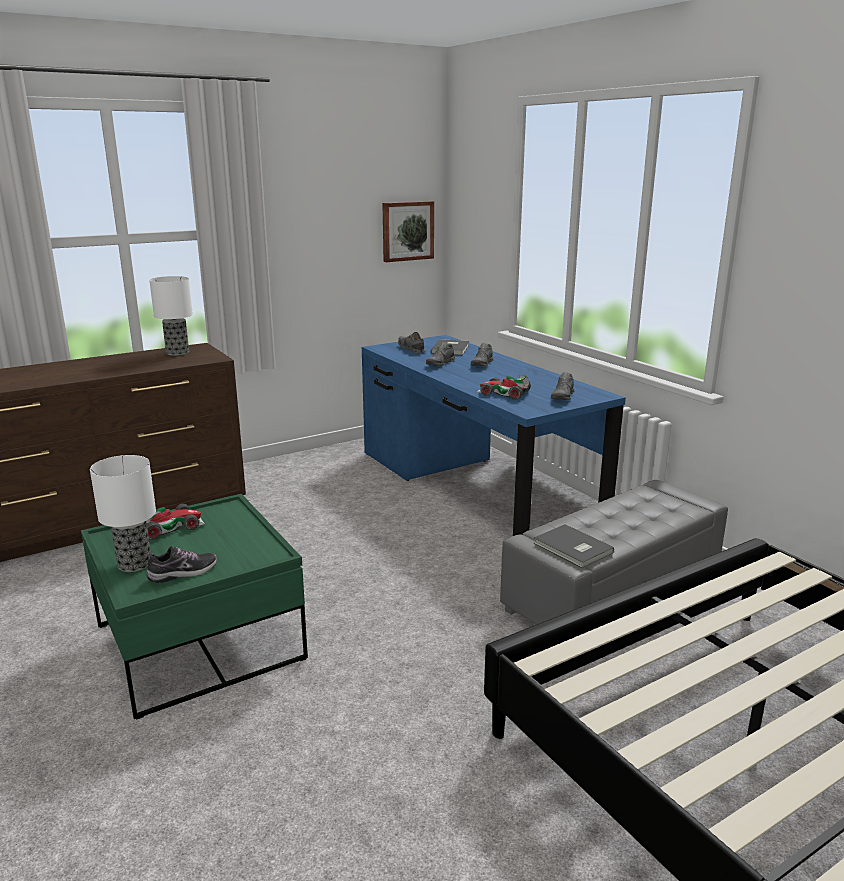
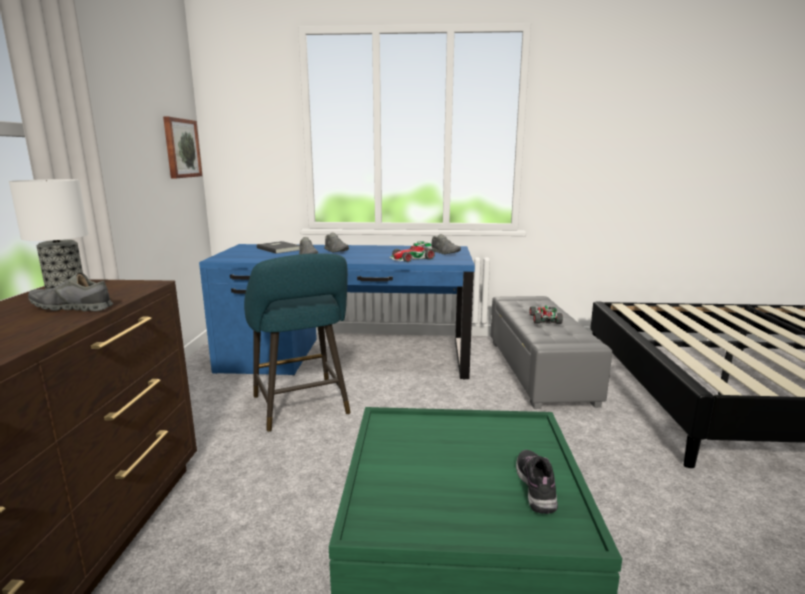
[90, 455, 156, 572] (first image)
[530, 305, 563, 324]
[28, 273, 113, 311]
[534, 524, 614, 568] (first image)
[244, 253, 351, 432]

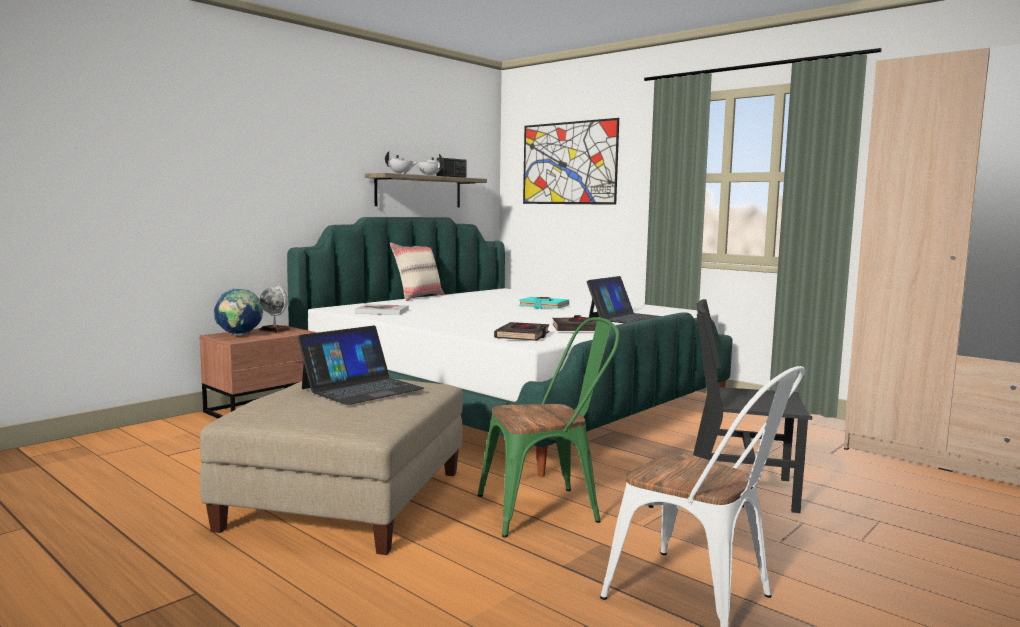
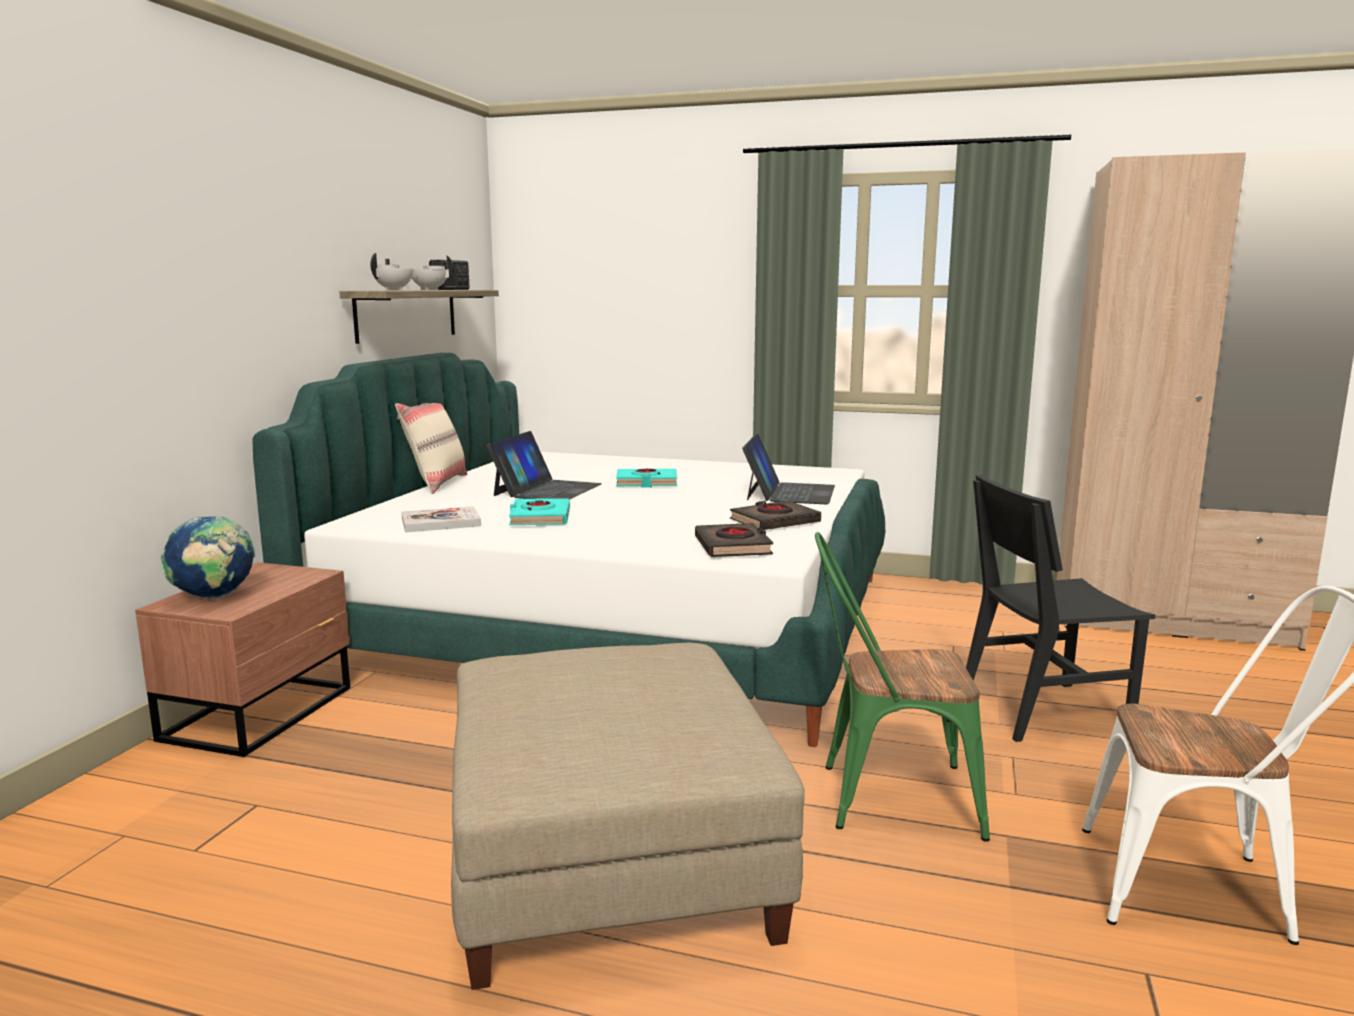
[260, 285, 290, 333] (first image)
[487, 431, 602, 500]
[815, 532, 990, 842]
[523, 118, 619, 205] (first image)
[509, 498, 570, 525]

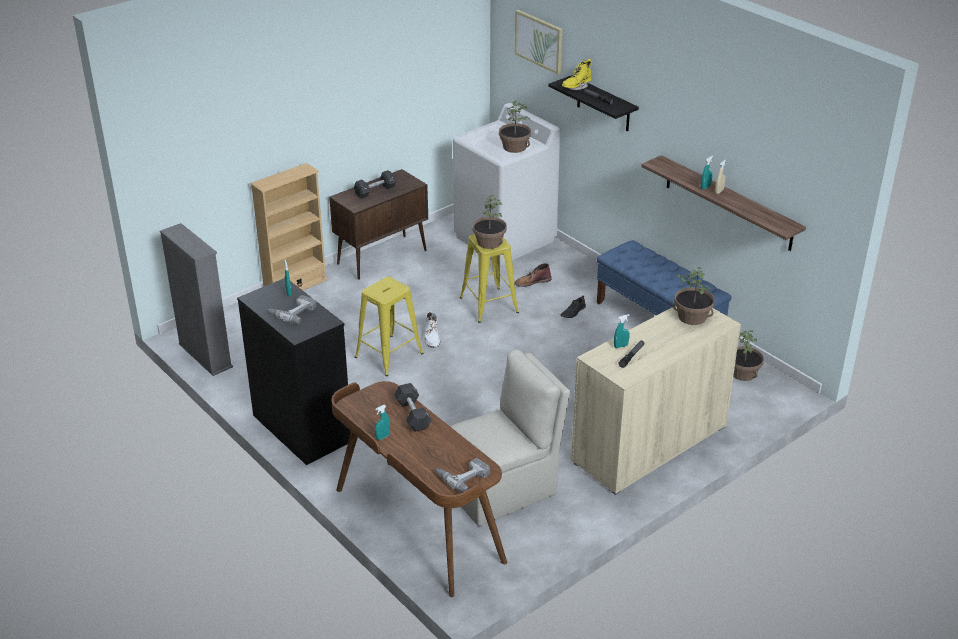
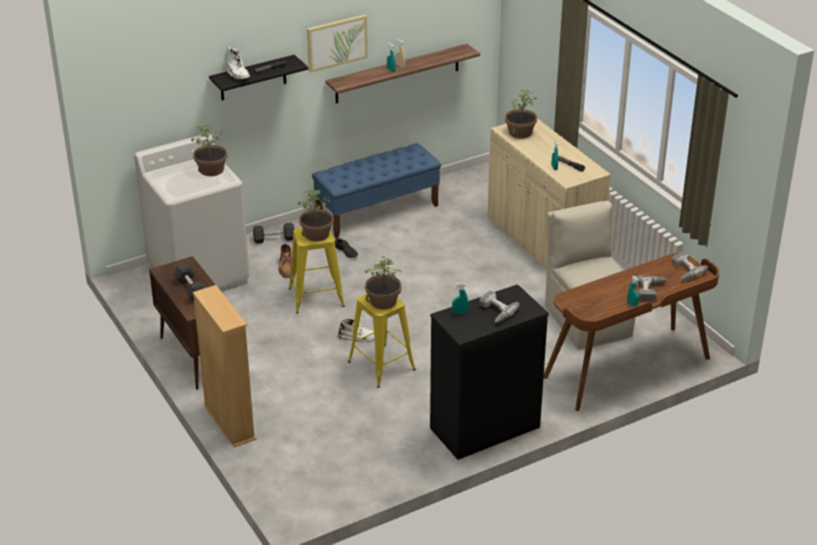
[160, 223, 233, 376] (first image)
[253, 223, 294, 244]
[307, 15, 368, 72]
[226, 47, 250, 80]
[364, 256, 402, 309]
[632, 276, 667, 301]

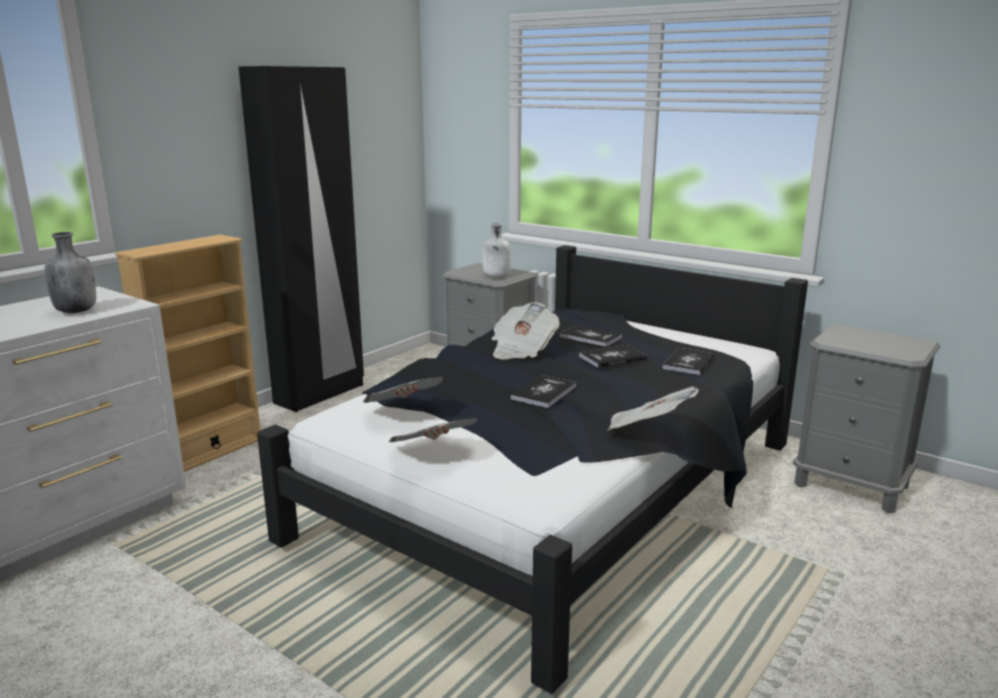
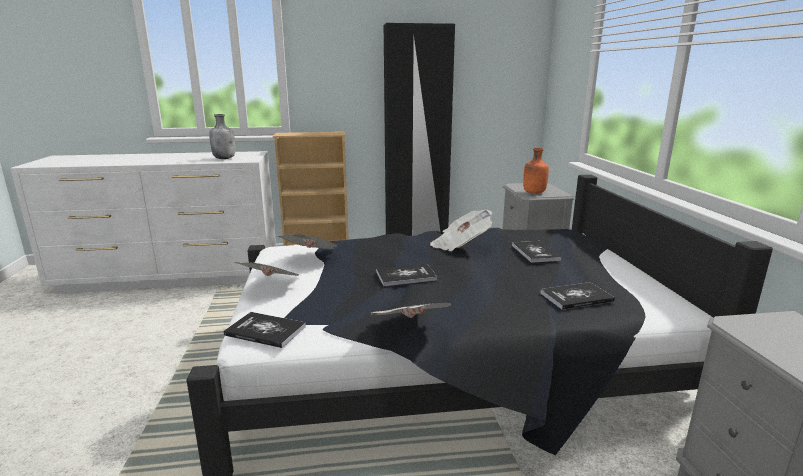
[523, 148, 549, 194]
[224, 312, 306, 348]

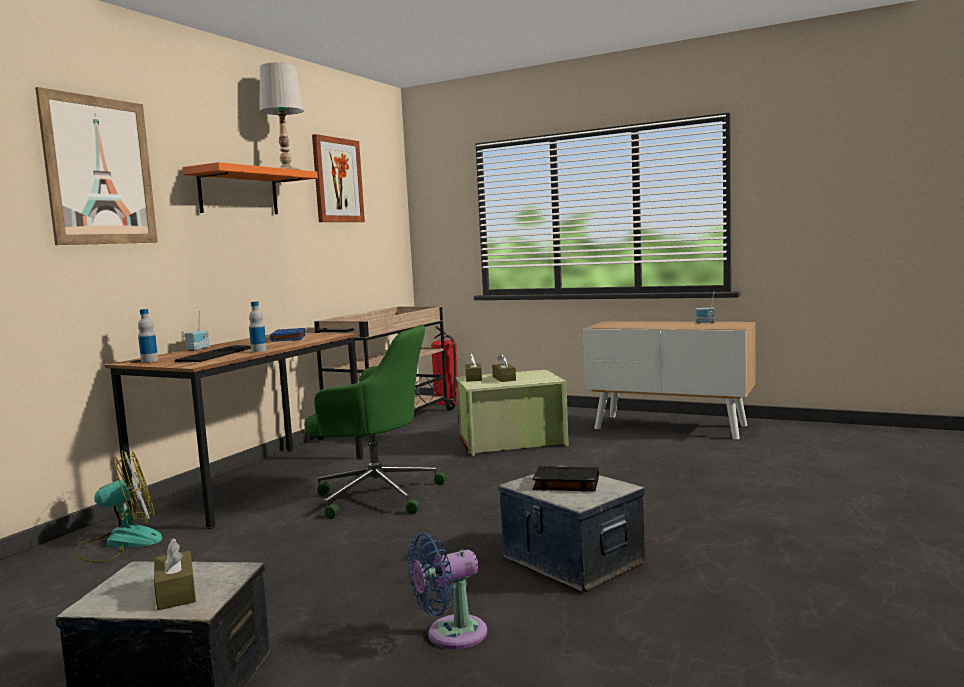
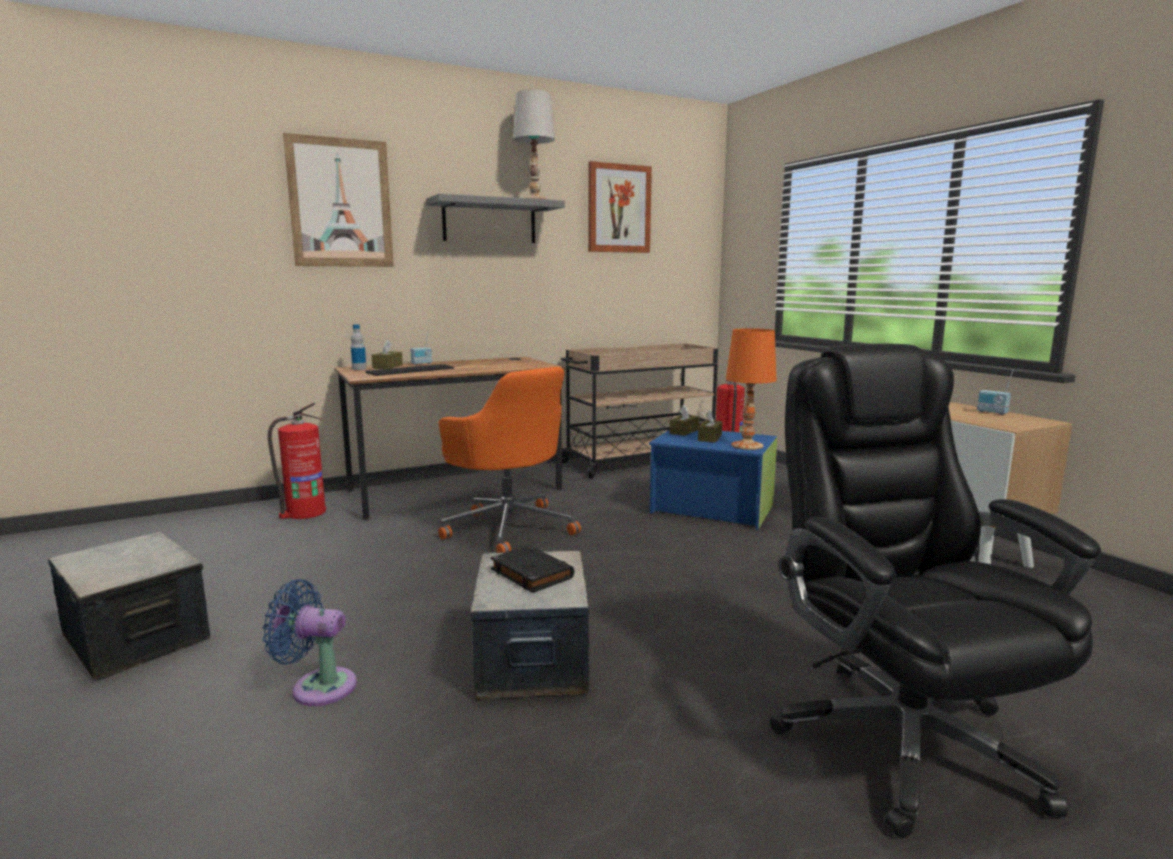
[268, 403, 326, 519]
[372, 340, 403, 369]
[426, 193, 565, 243]
[249, 301, 267, 352] (first image)
[270, 328, 305, 342] (first image)
[438, 367, 581, 553]
[649, 430, 777, 530]
[726, 328, 777, 450]
[770, 343, 1101, 838]

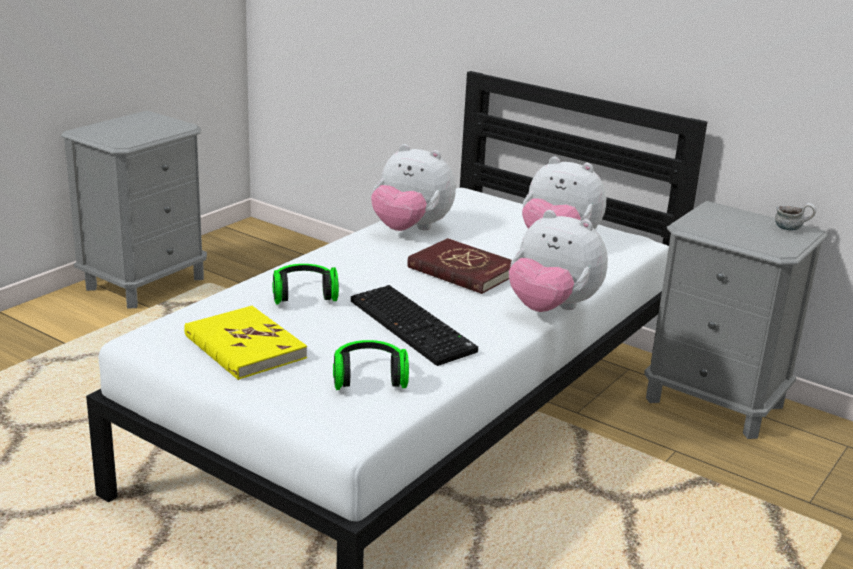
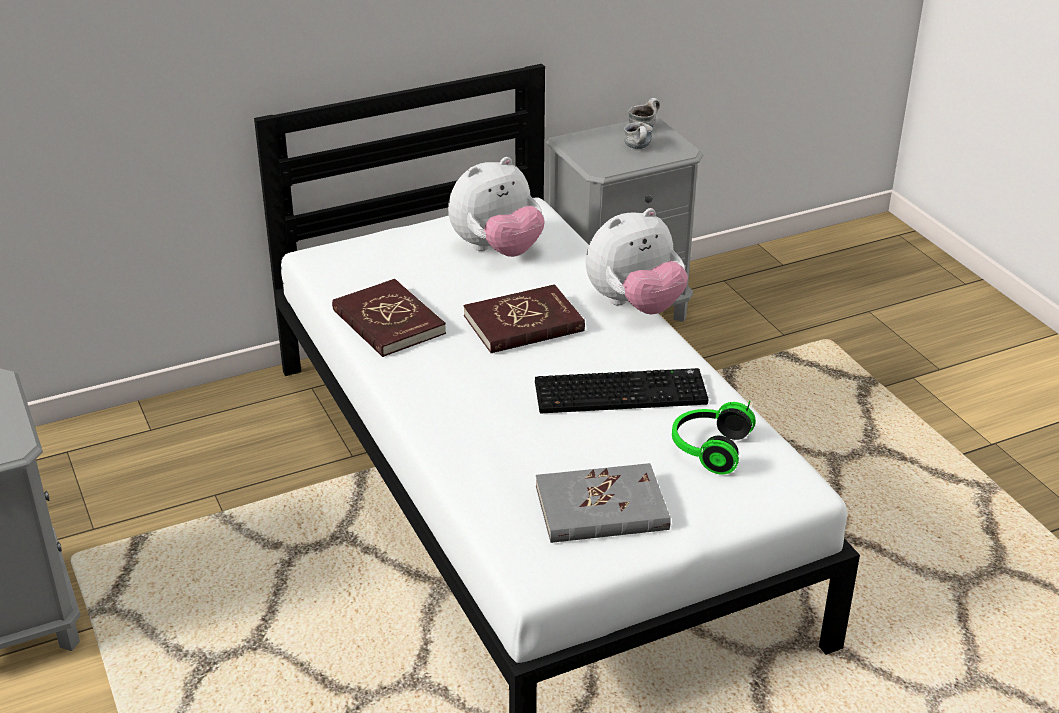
[536, 463, 671, 543]
[272, 264, 339, 304] (first image)
[332, 279, 446, 357]
[624, 122, 653, 149]

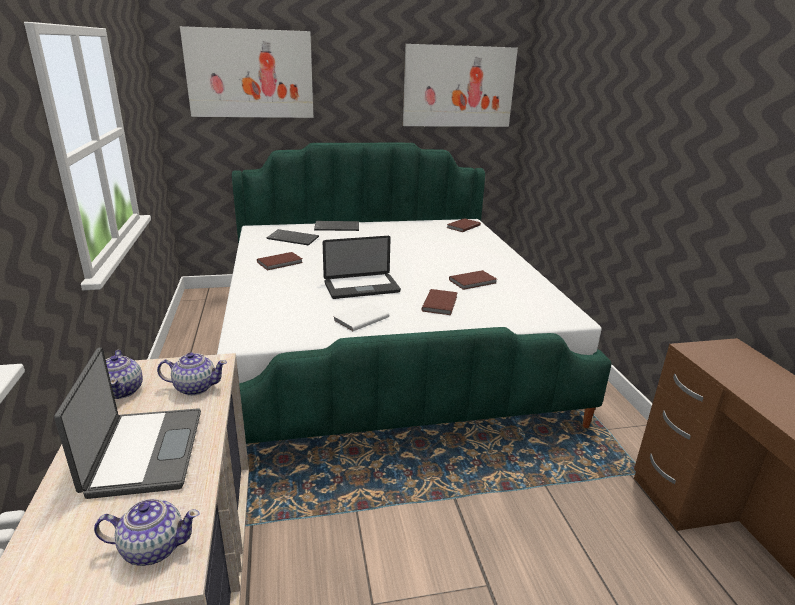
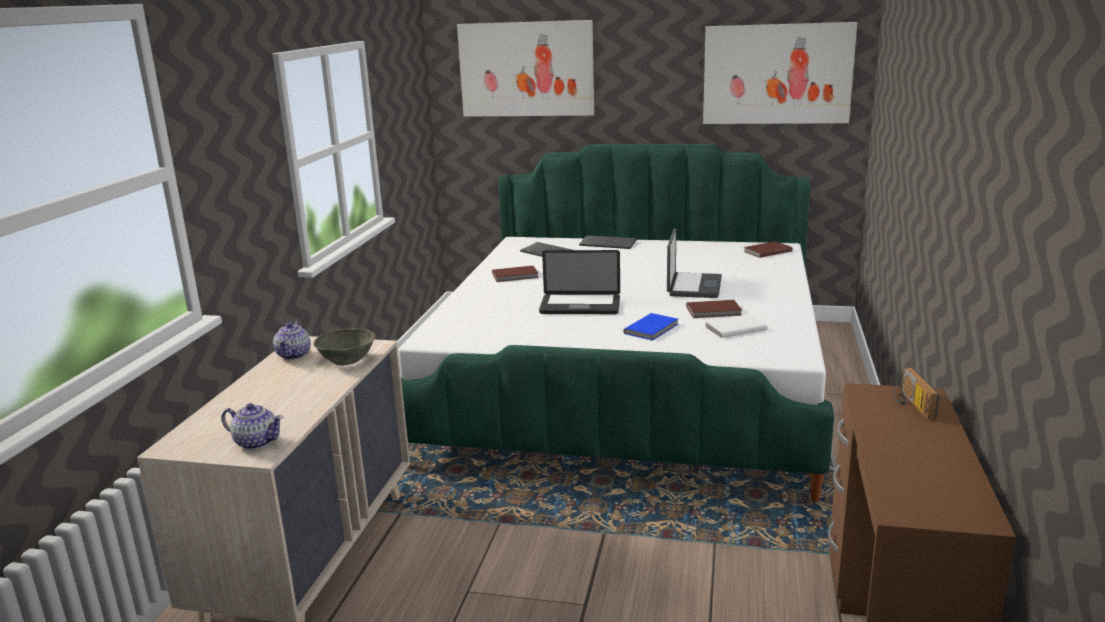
[667, 229, 722, 298]
[313, 328, 376, 365]
[705, 314, 767, 338]
[623, 313, 678, 341]
[894, 368, 940, 420]

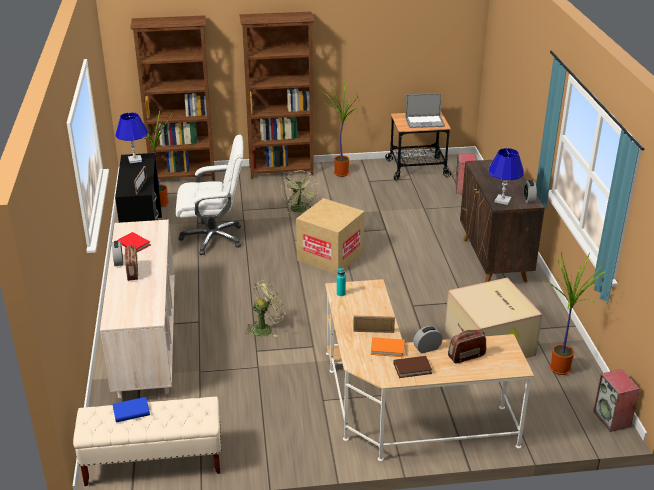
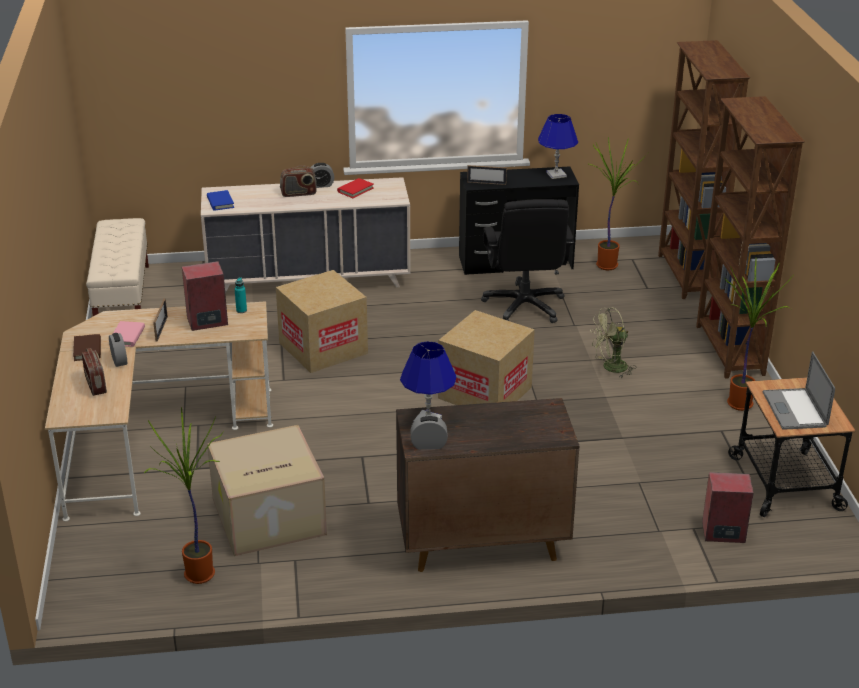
[207, 190, 234, 211]
[481, 199, 574, 323]
[276, 270, 368, 373]
[113, 321, 145, 347]
[182, 261, 228, 331]

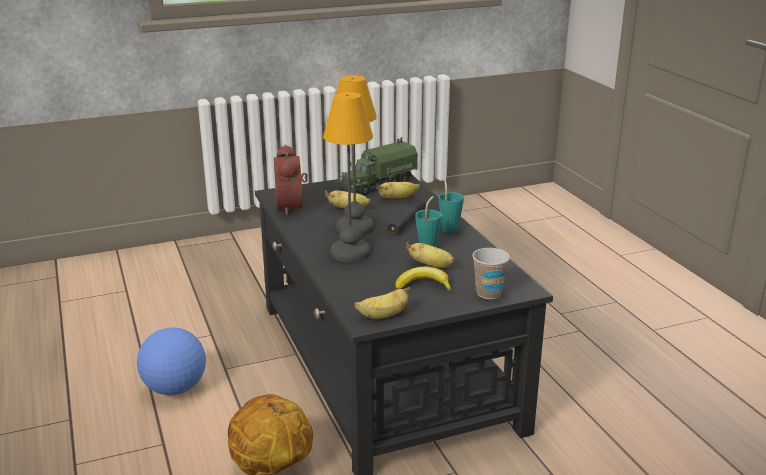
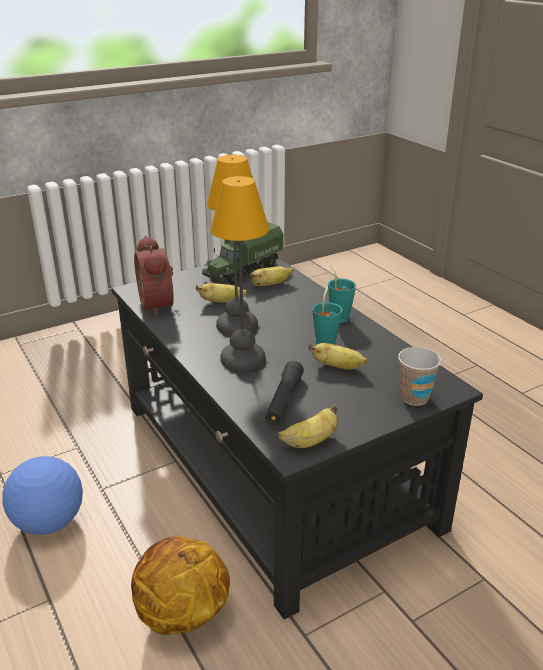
[265, 361, 304, 425]
[395, 267, 452, 291] (first image)

